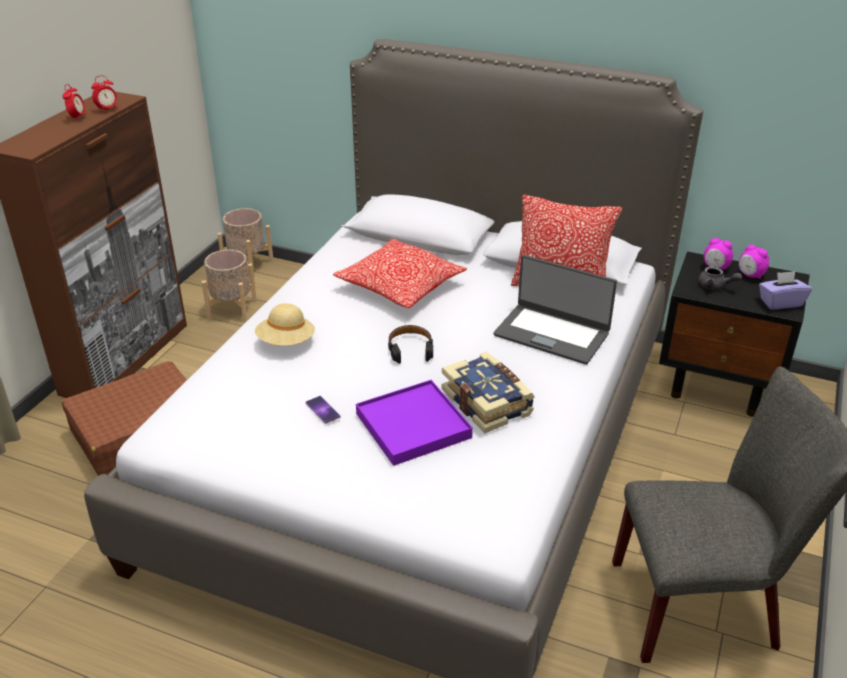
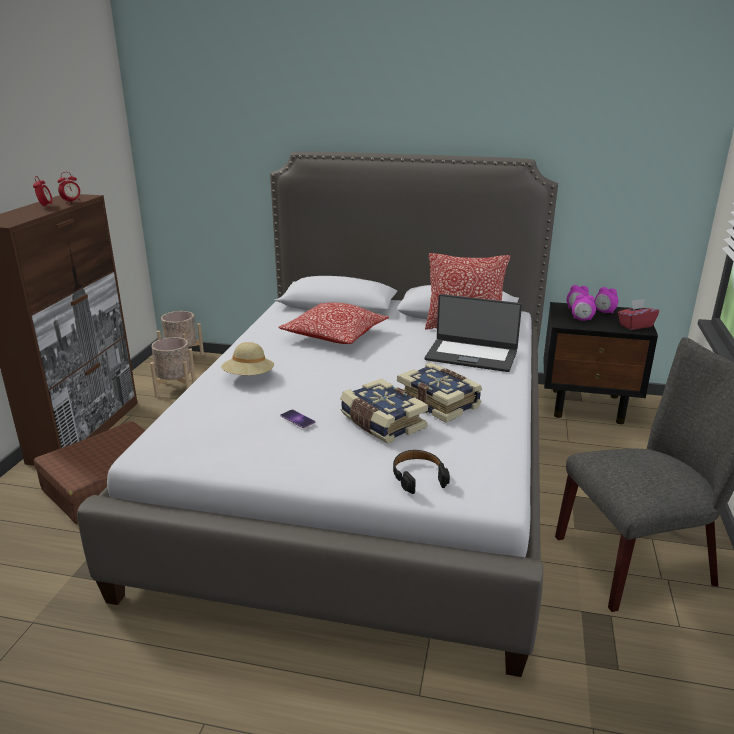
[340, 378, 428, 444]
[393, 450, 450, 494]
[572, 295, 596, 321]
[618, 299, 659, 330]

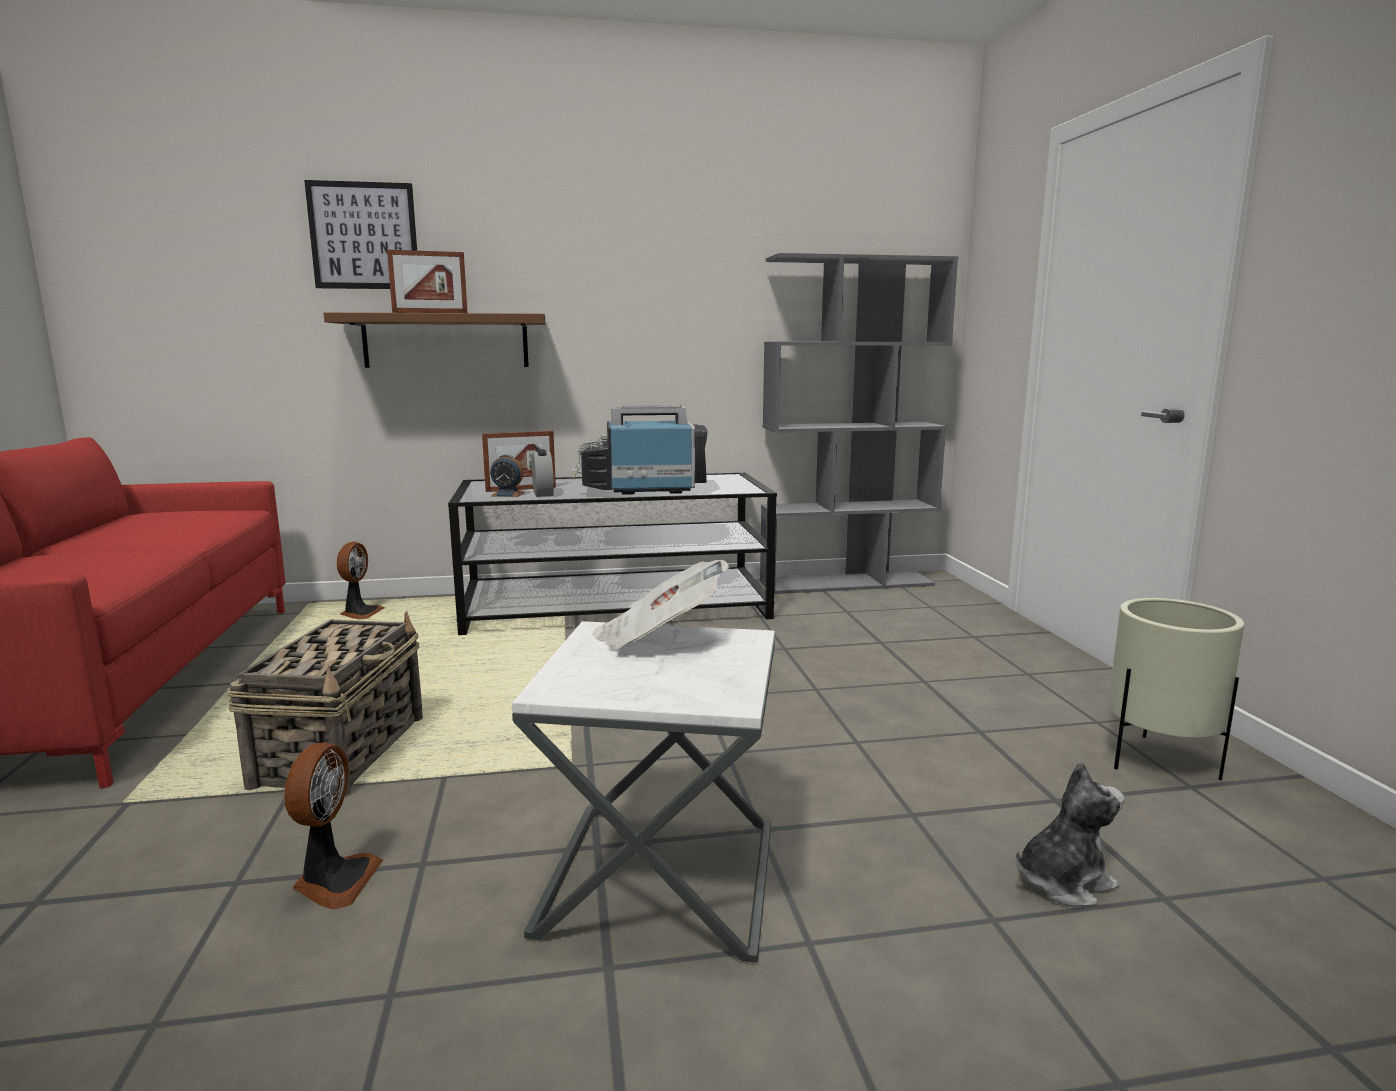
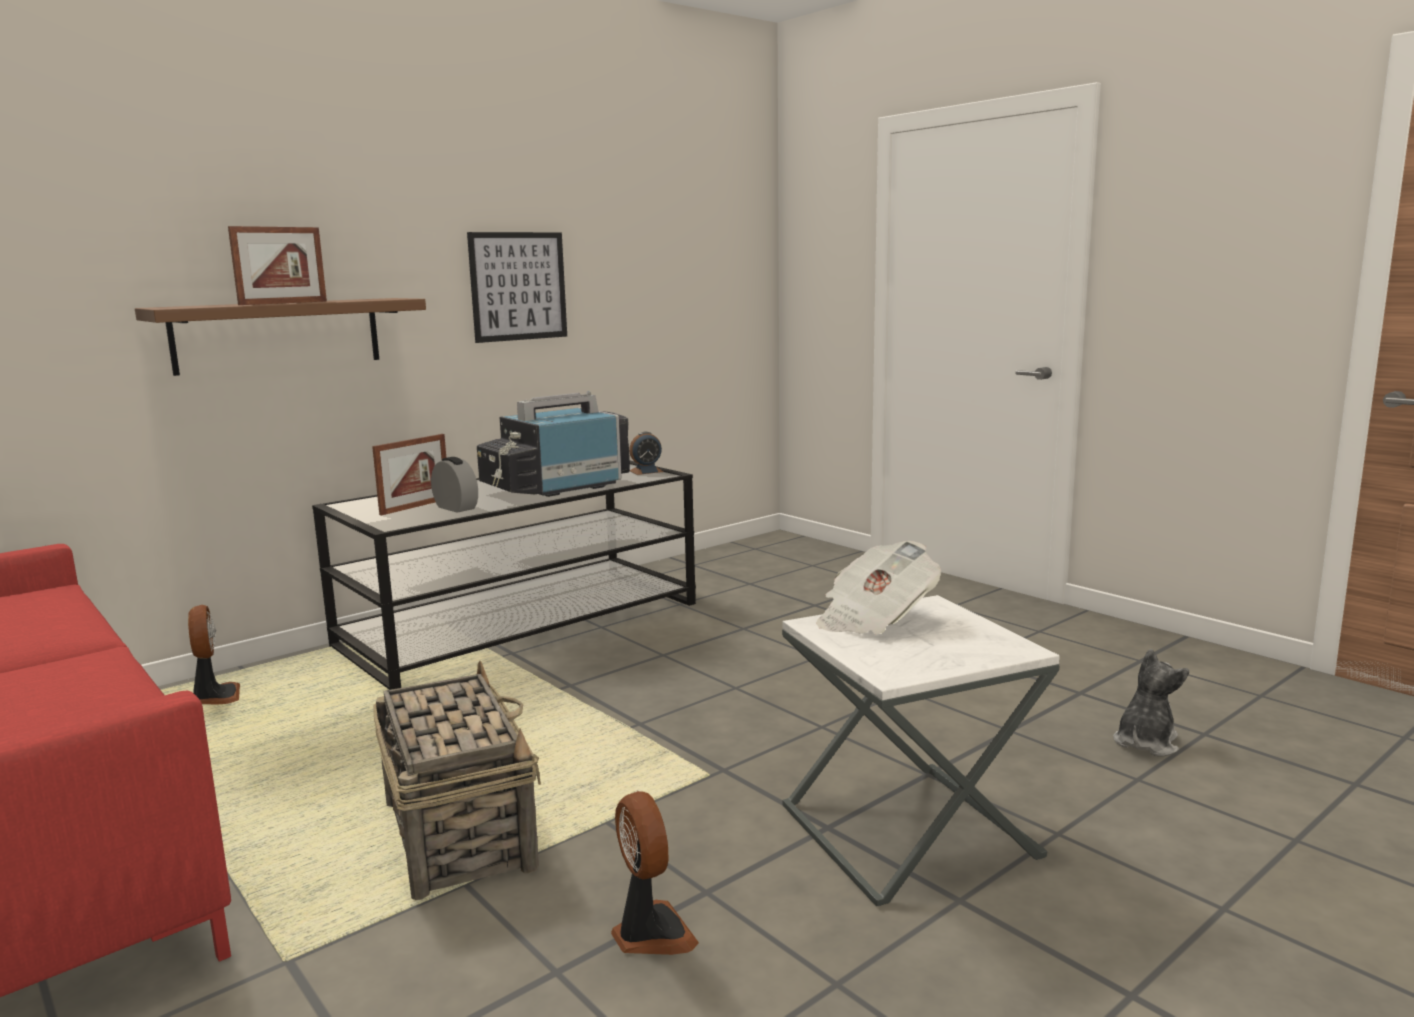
[467, 232, 567, 343]
[629, 432, 663, 475]
[760, 253, 958, 594] (first image)
[1108, 598, 1244, 781] (first image)

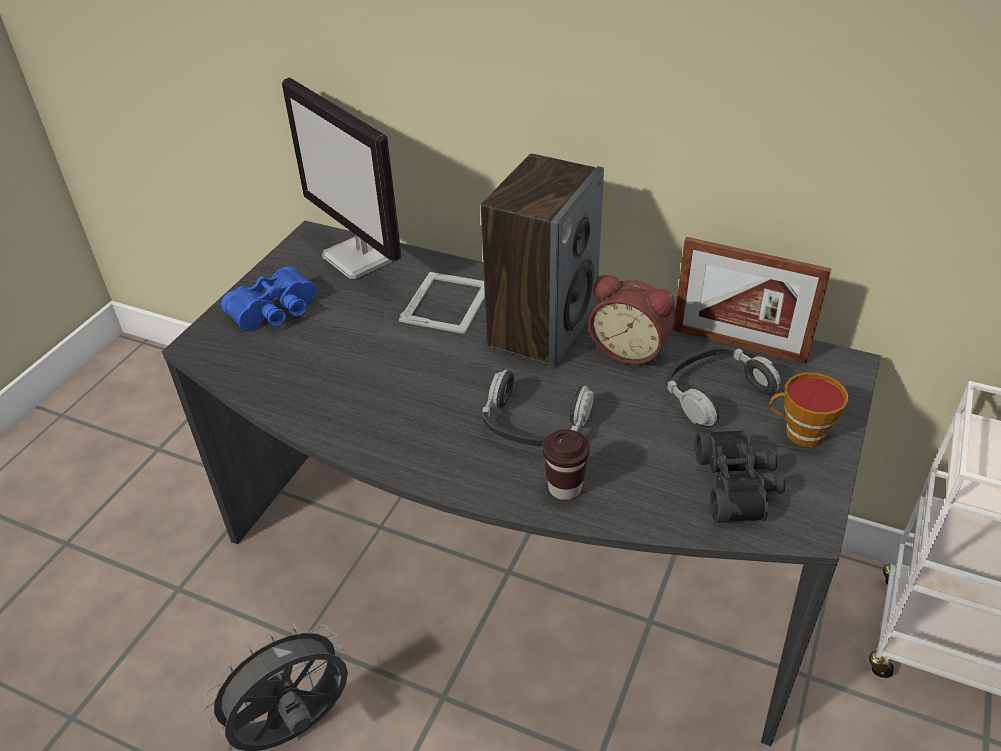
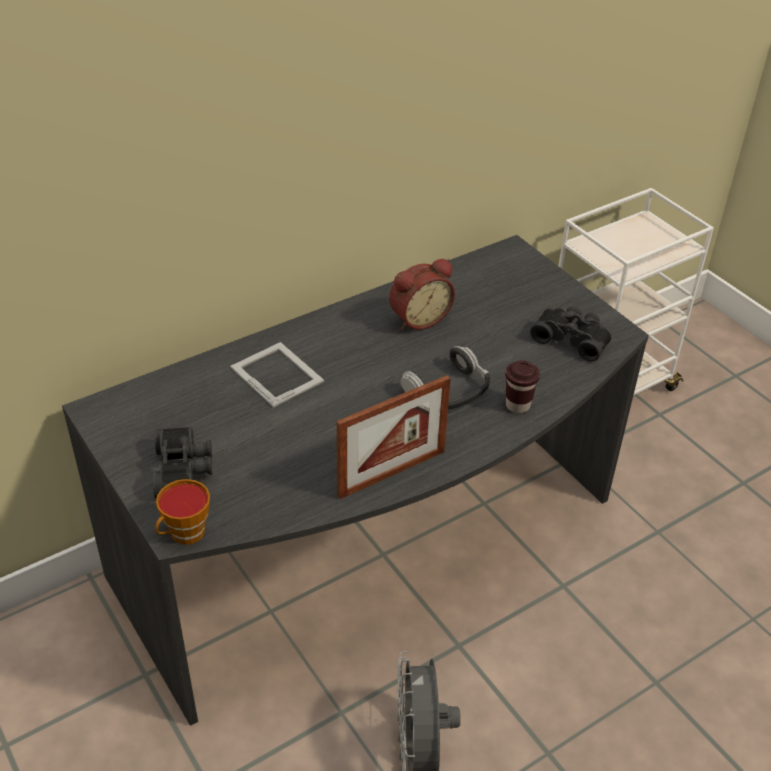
[153, 427, 212, 499]
[282, 78, 401, 279] (first image)
[481, 154, 604, 368] (first image)
[666, 346, 781, 426] (first image)
[337, 375, 451, 499]
[155, 479, 210, 545]

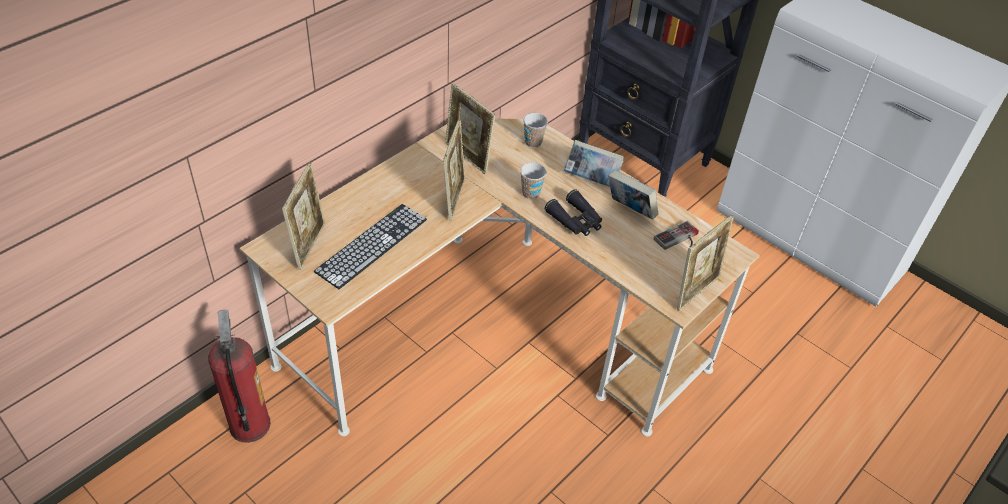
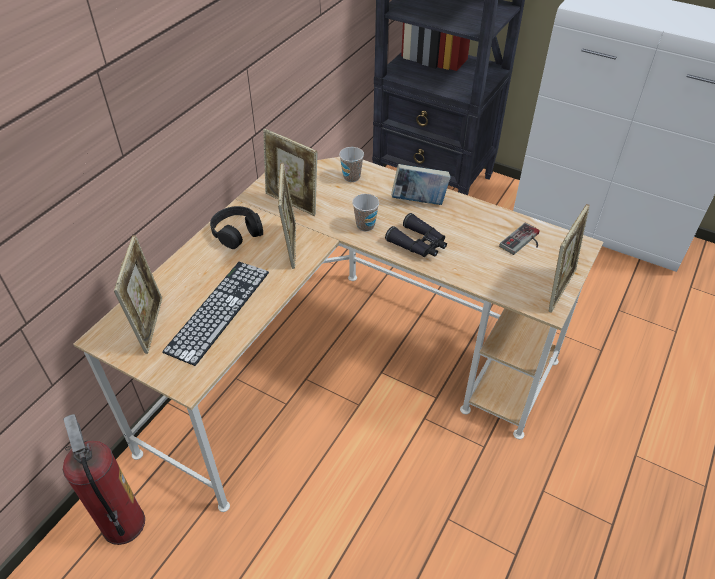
[608, 170, 658, 220] (first image)
[210, 206, 263, 249]

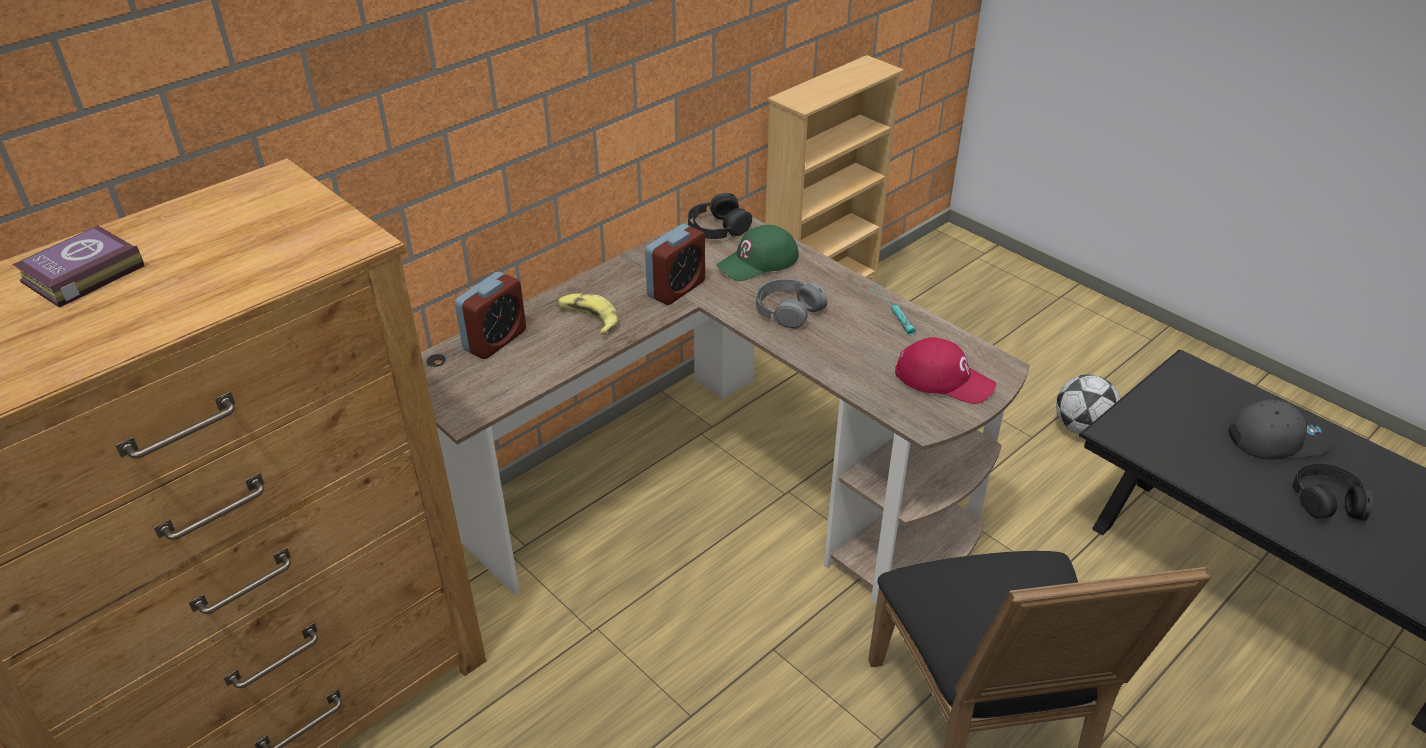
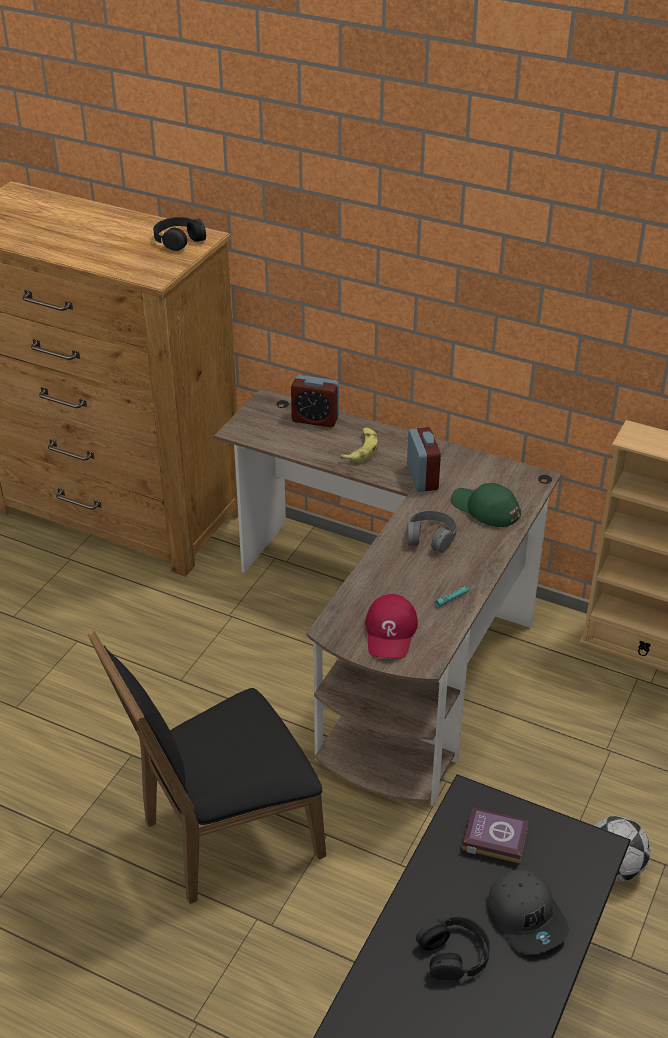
[462, 807, 529, 865]
[407, 427, 441, 492]
[153, 217, 206, 251]

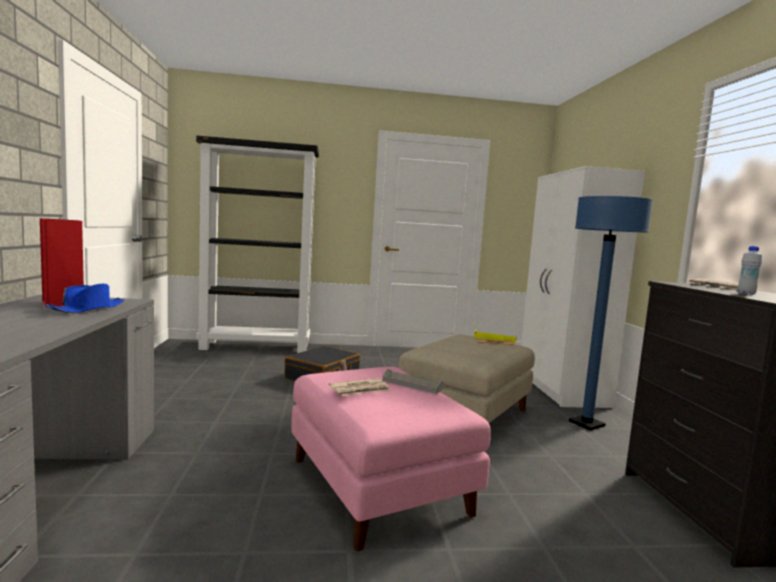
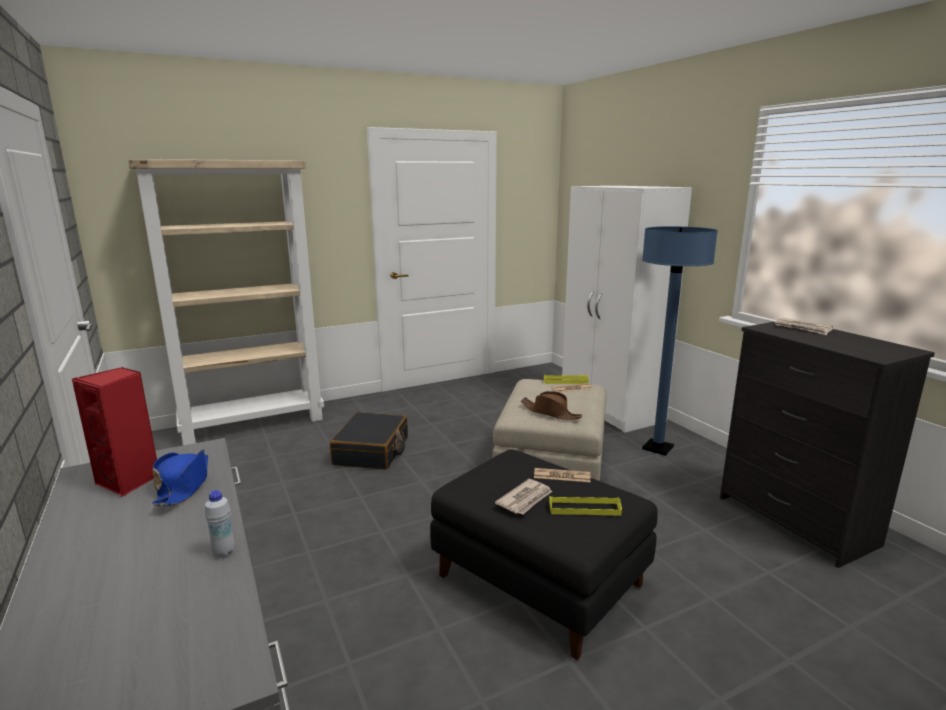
[128, 159, 324, 445]
[430, 450, 658, 660]
[534, 468, 590, 482]
[205, 490, 235, 558]
[521, 391, 582, 420]
[549, 496, 622, 516]

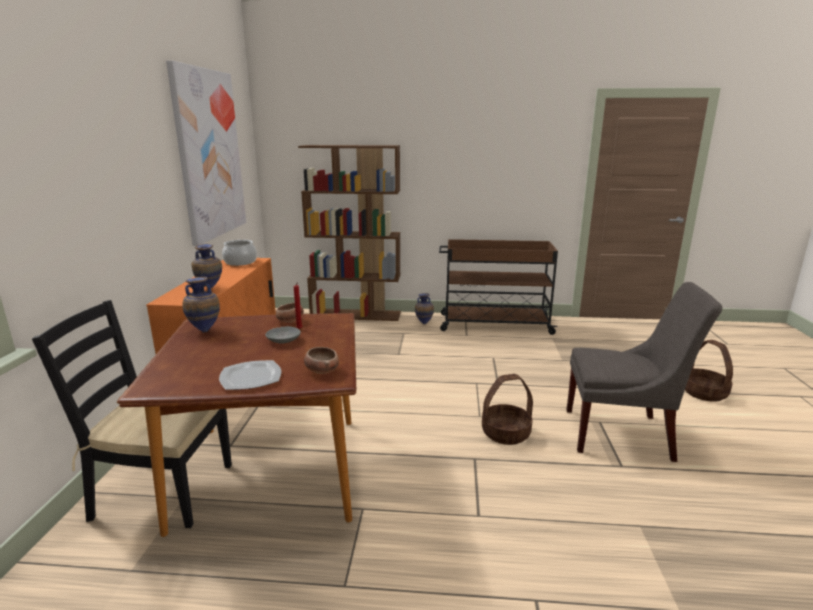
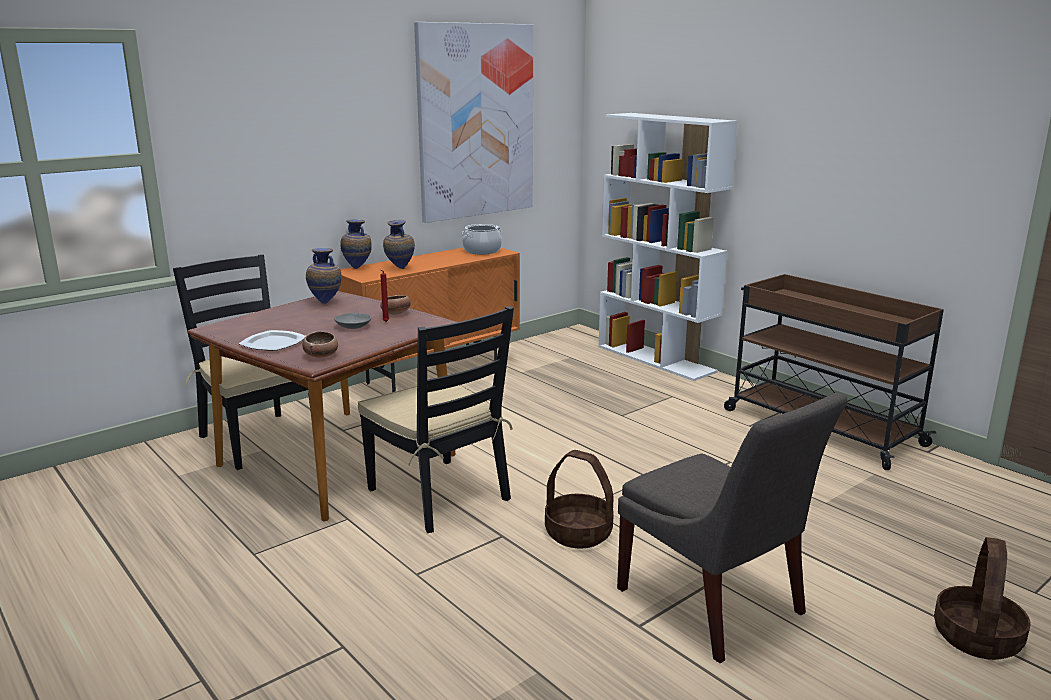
[598, 113, 738, 381]
[340, 219, 372, 269]
[358, 306, 514, 533]

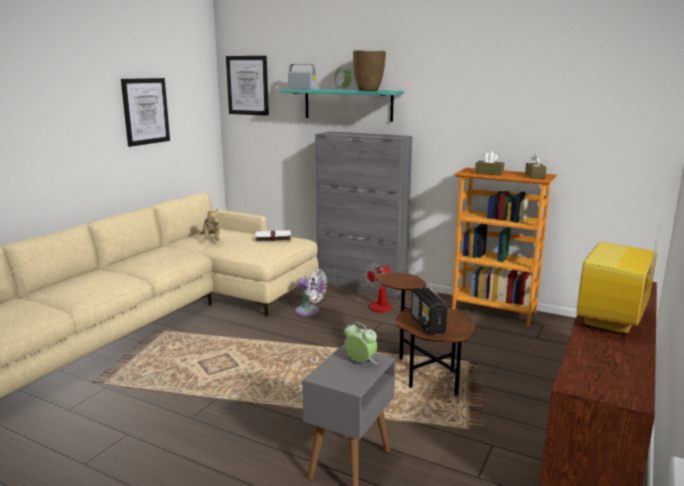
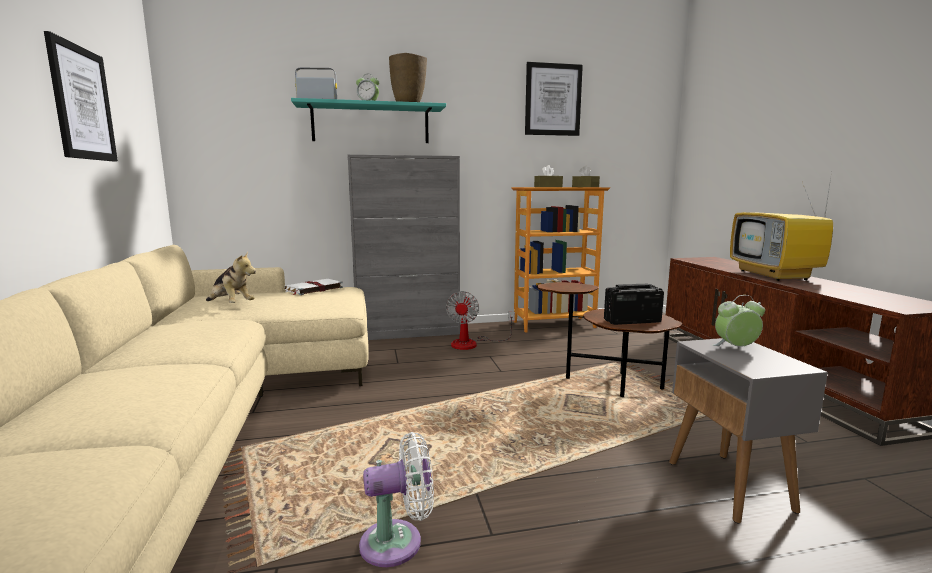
[525, 62, 583, 136]
[359, 432, 434, 567]
[604, 284, 664, 325]

